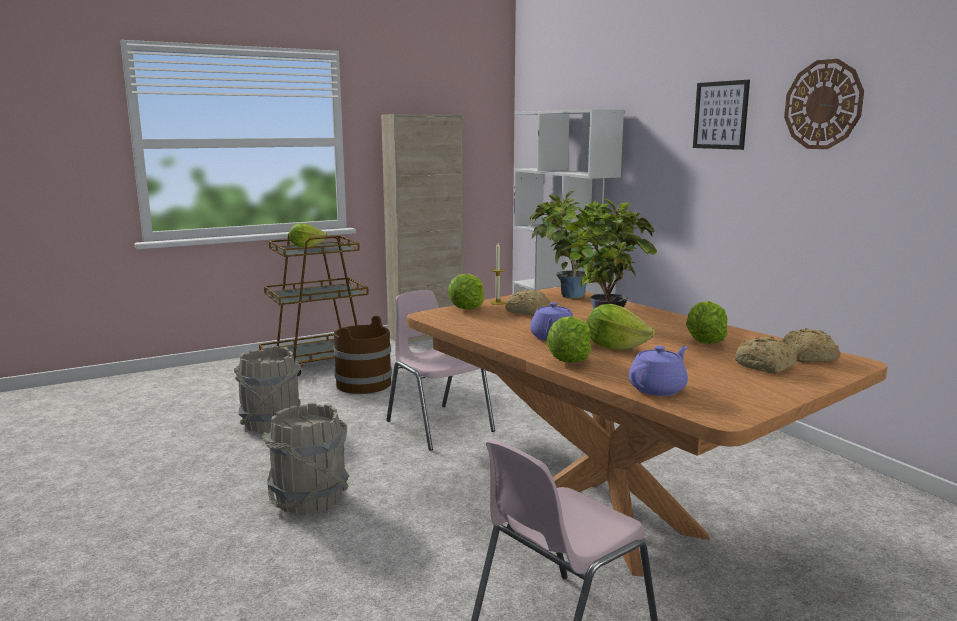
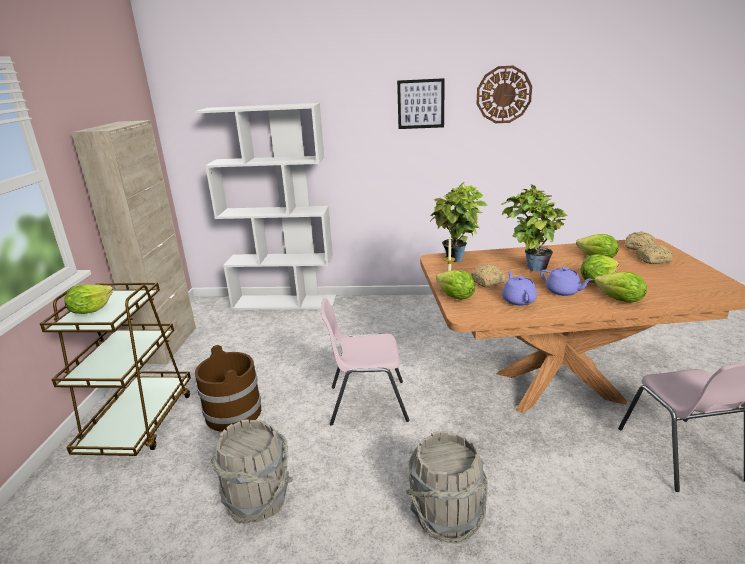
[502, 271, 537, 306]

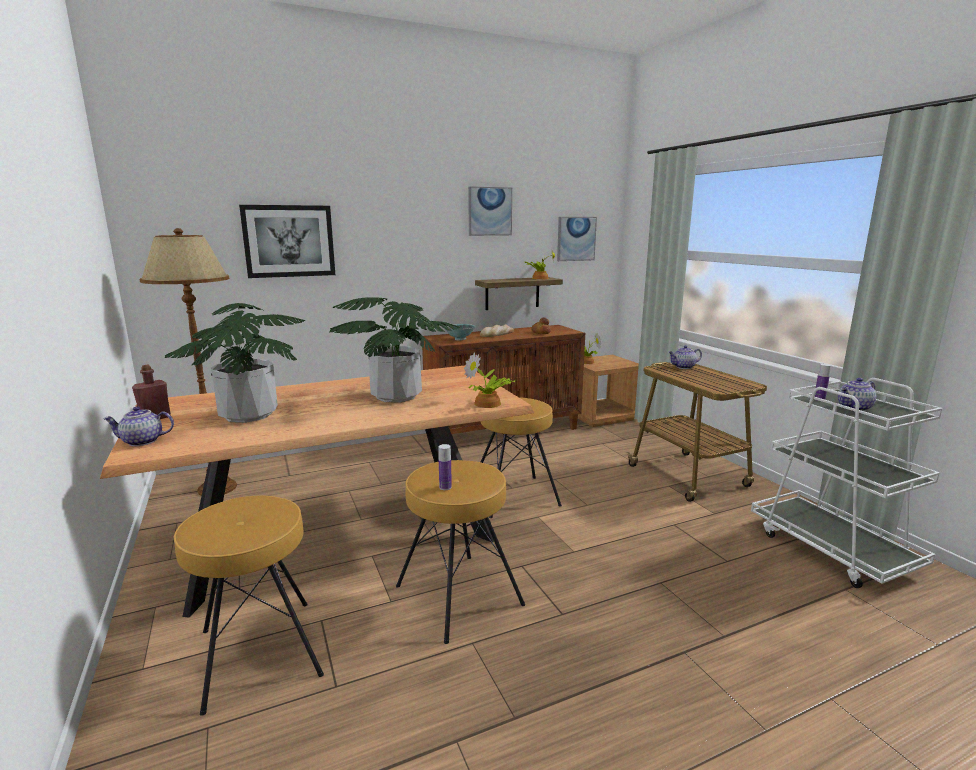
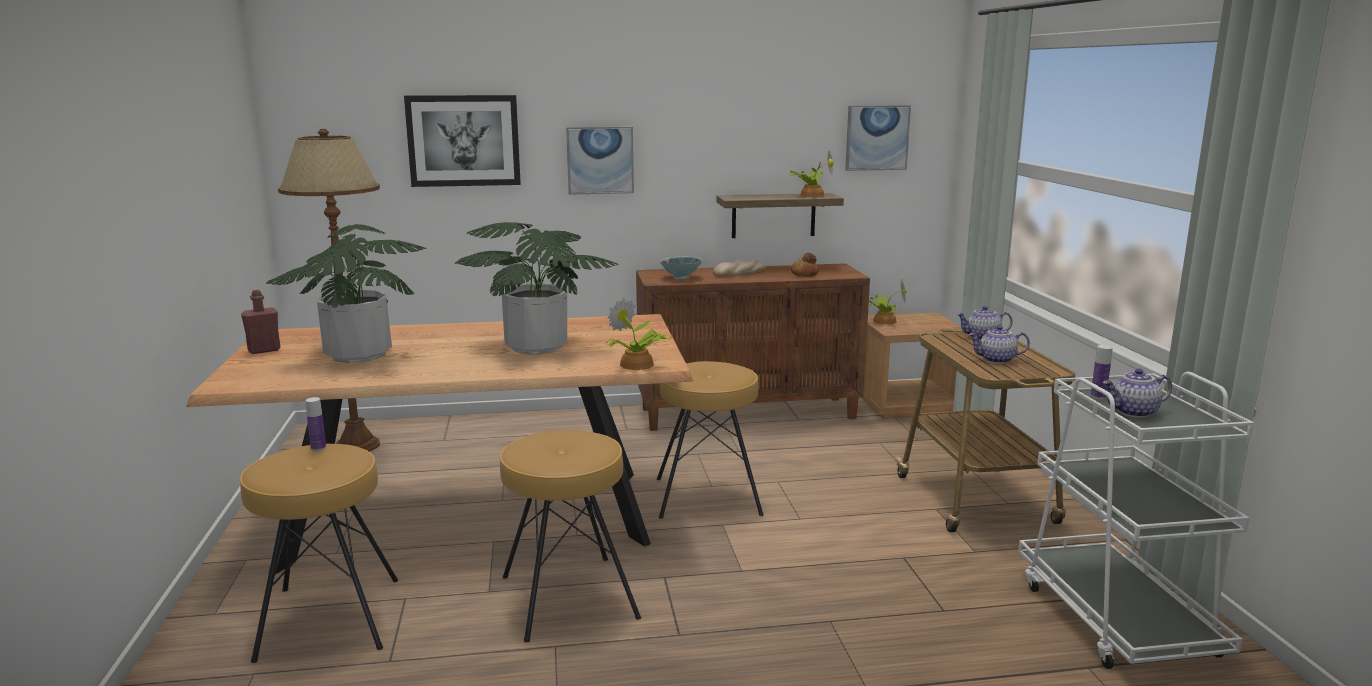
[566, 127, 634, 195]
[968, 325, 1030, 364]
[305, 397, 326, 451]

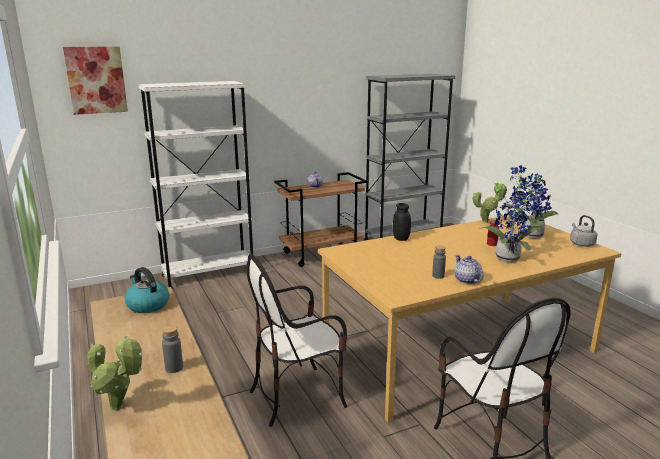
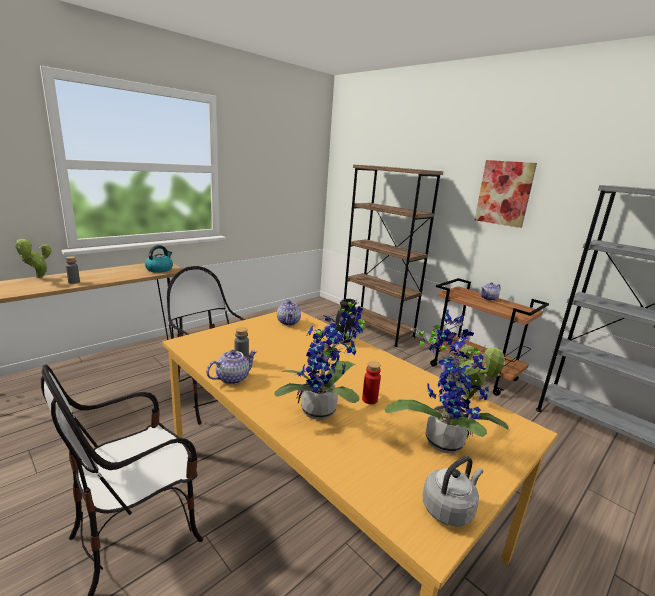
[475, 160, 537, 228]
[344, 165, 443, 347]
[277, 299, 301, 326]

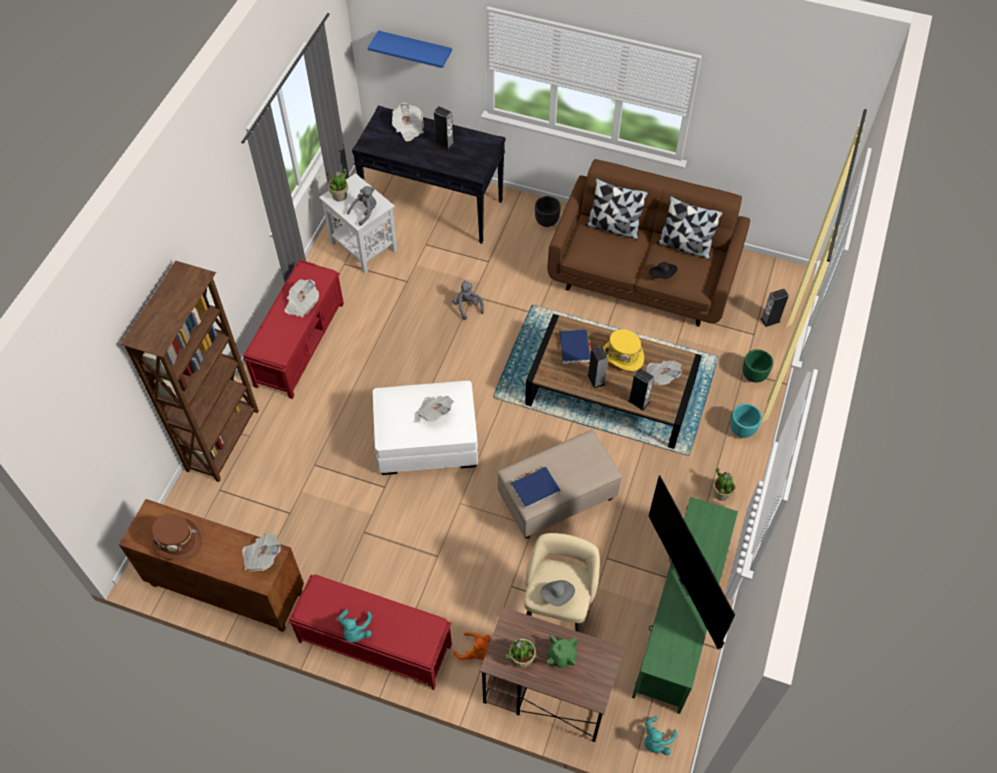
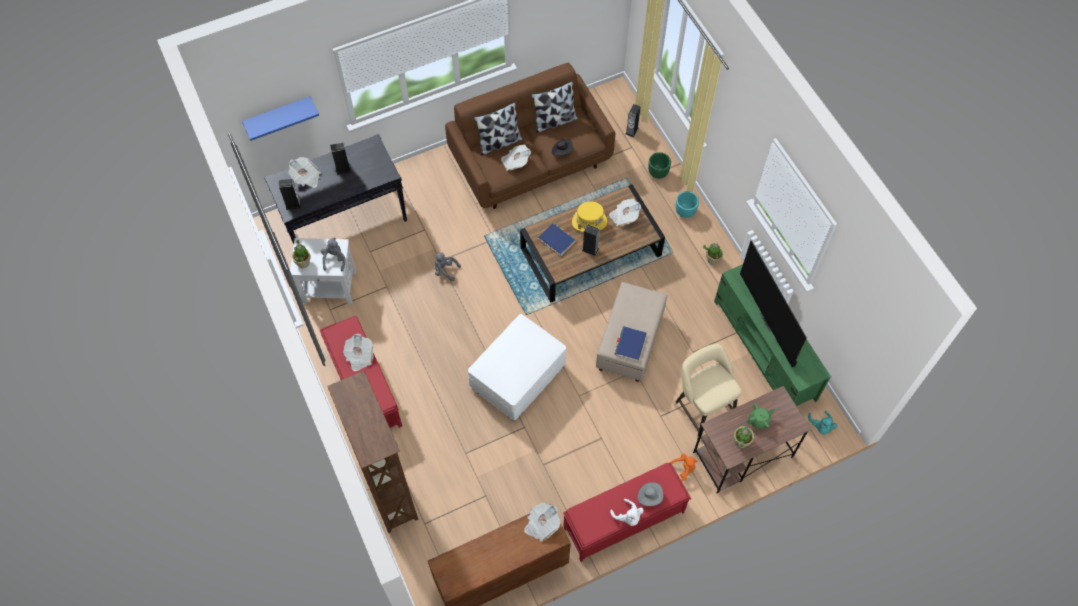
[535, 196, 561, 227] (first image)
[279, 179, 301, 210]
[501, 145, 531, 171]
[740, 240, 807, 367]
[152, 514, 202, 561] (first image)
[638, 483, 663, 506]
[610, 499, 644, 526]
[747, 403, 775, 429]

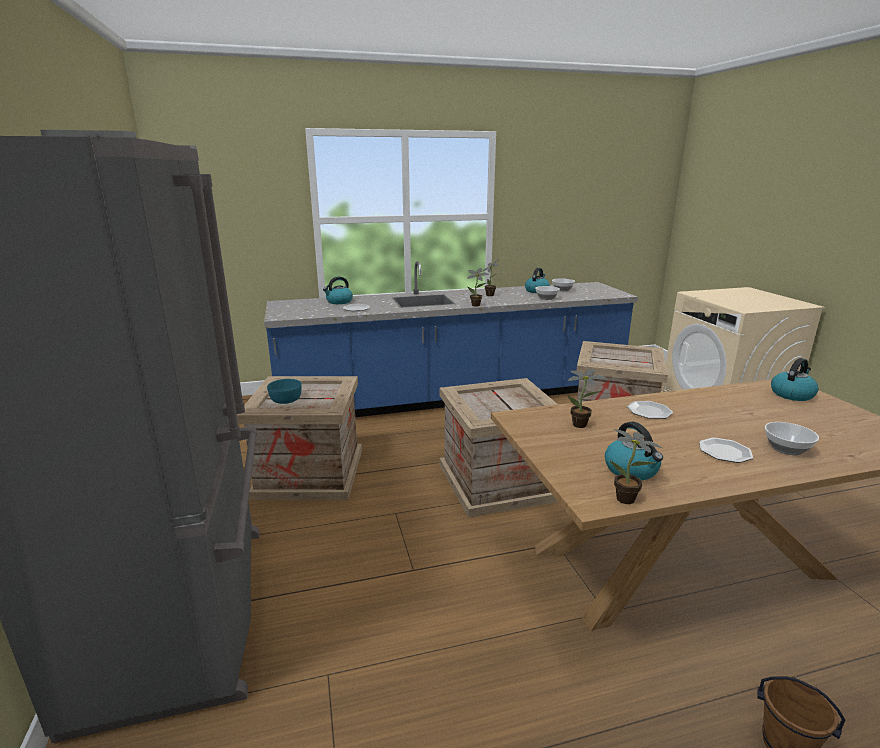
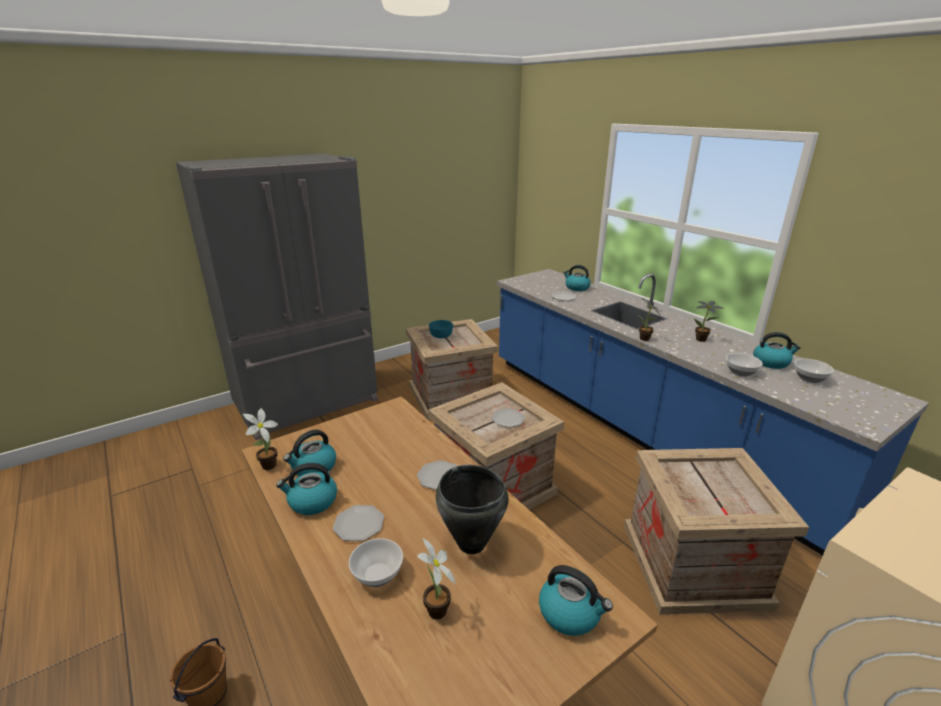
[417, 538, 456, 620]
[491, 408, 525, 428]
[276, 463, 337, 515]
[436, 465, 509, 554]

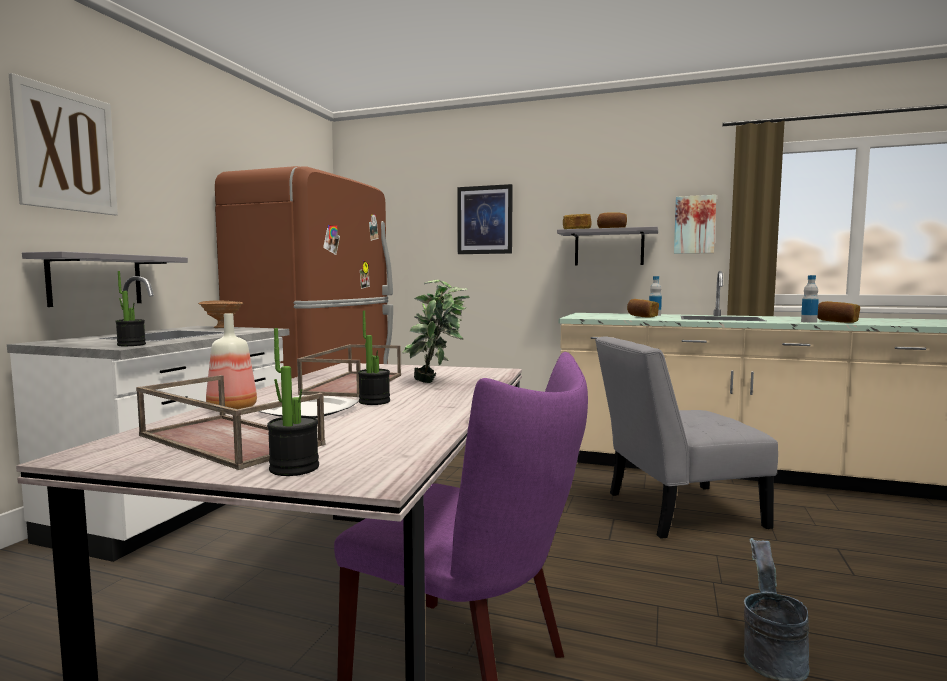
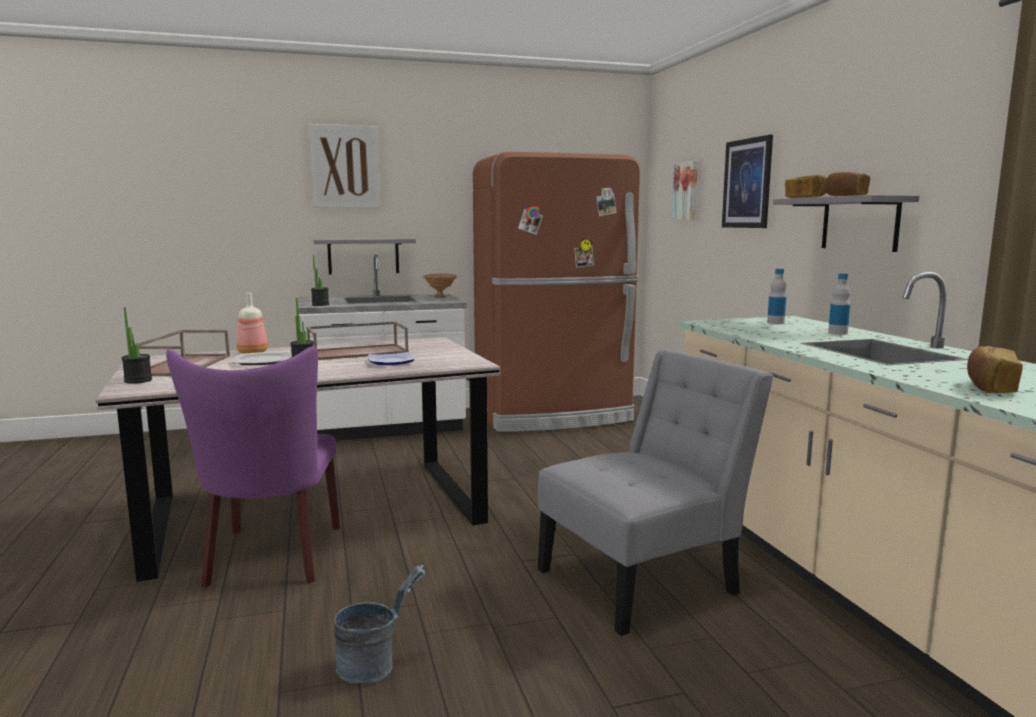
[672, 161, 698, 220]
[767, 269, 786, 324]
[368, 352, 415, 365]
[627, 299, 659, 317] (first image)
[538, 349, 774, 636]

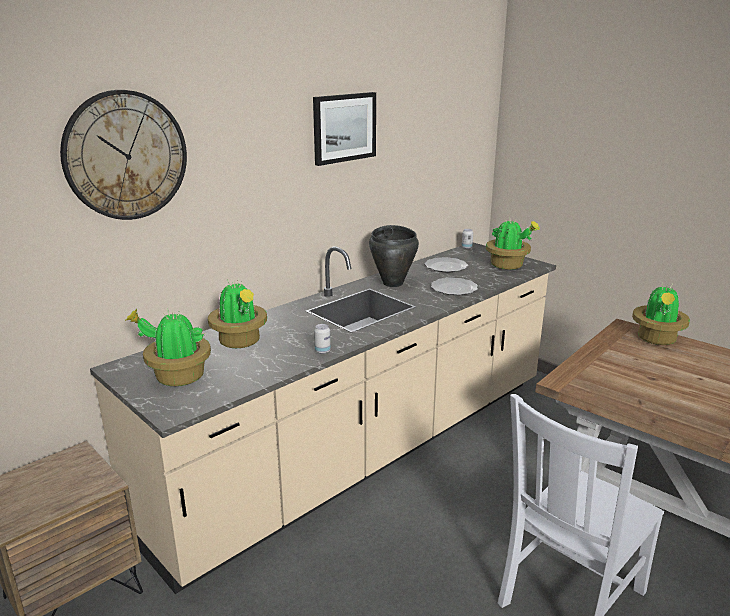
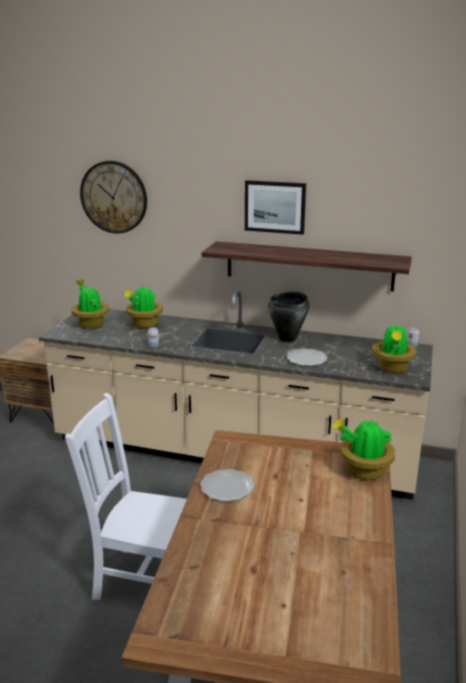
[200, 469, 254, 502]
[202, 241, 412, 291]

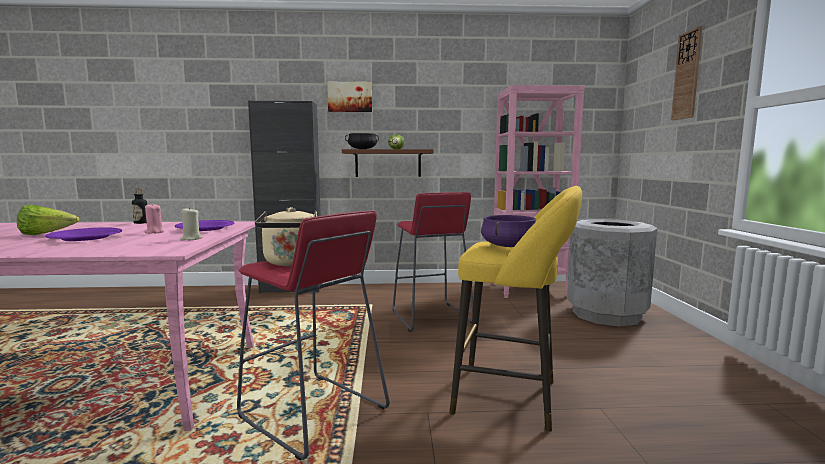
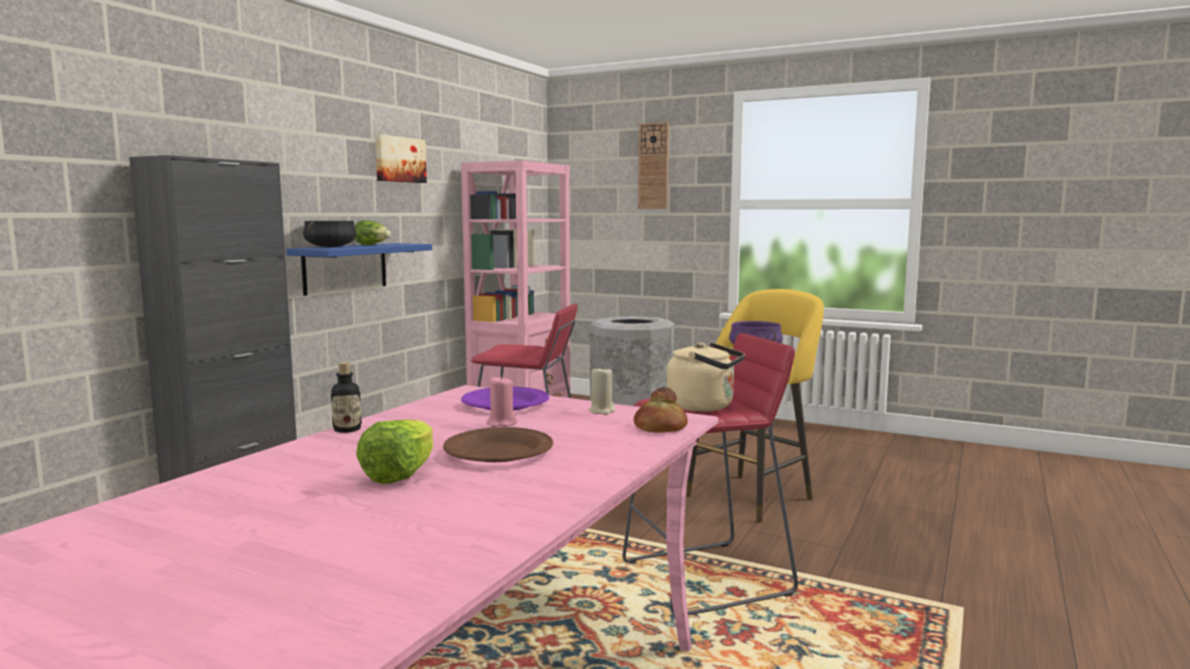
[375, 134, 427, 183]
[286, 243, 432, 296]
[443, 427, 553, 462]
[634, 387, 688, 433]

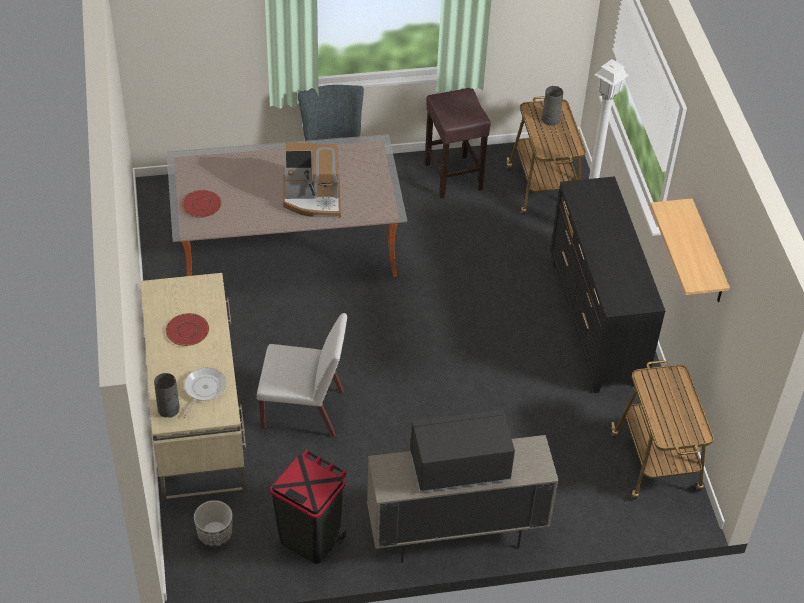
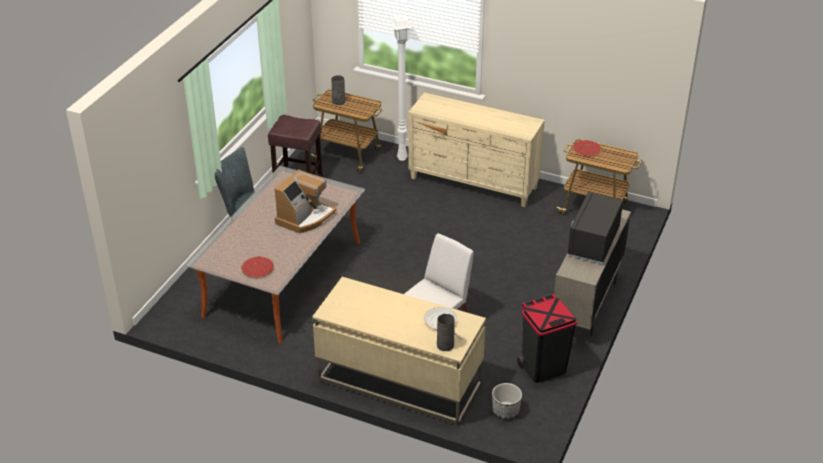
[408, 93, 545, 207]
[650, 198, 730, 302] (first image)
[573, 140, 601, 157]

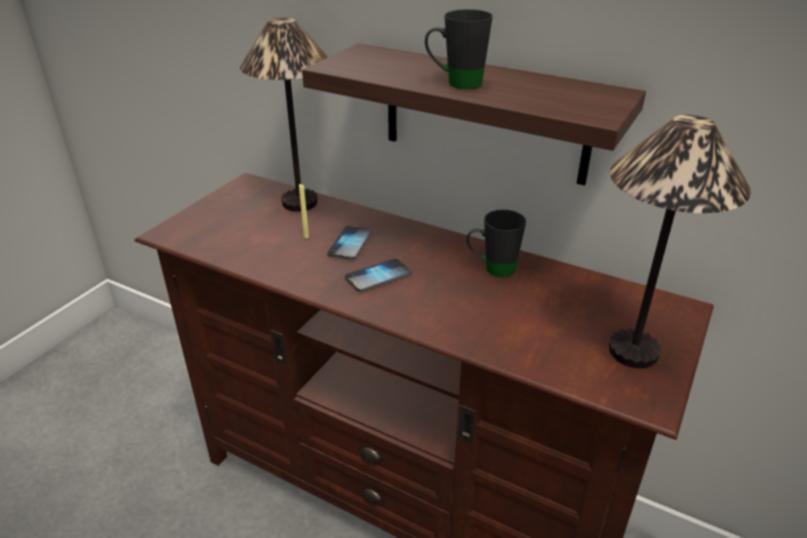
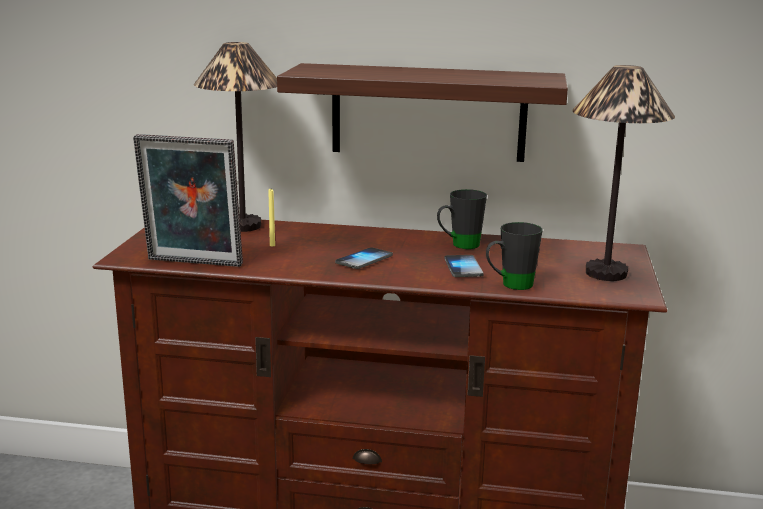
[486, 222, 543, 290]
[444, 255, 484, 277]
[133, 134, 243, 267]

